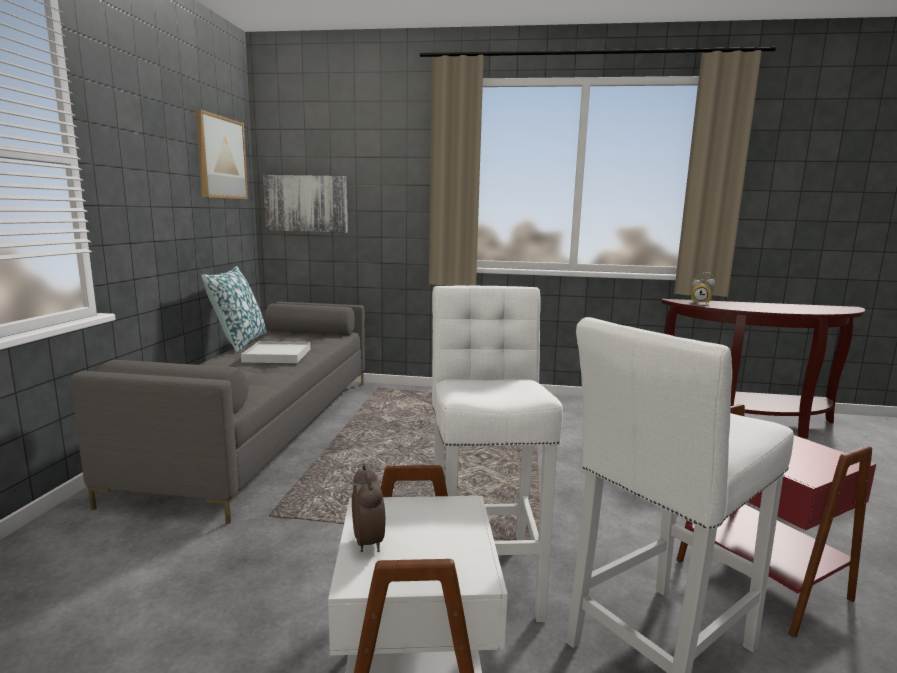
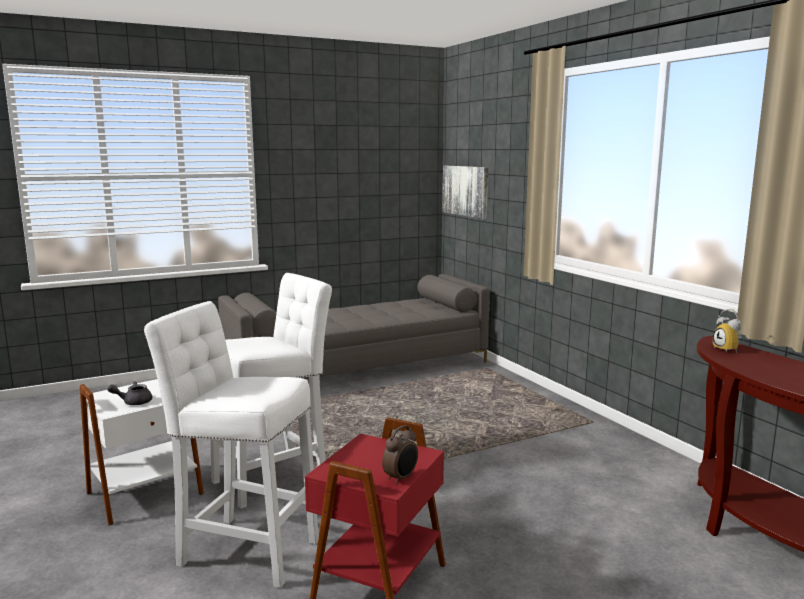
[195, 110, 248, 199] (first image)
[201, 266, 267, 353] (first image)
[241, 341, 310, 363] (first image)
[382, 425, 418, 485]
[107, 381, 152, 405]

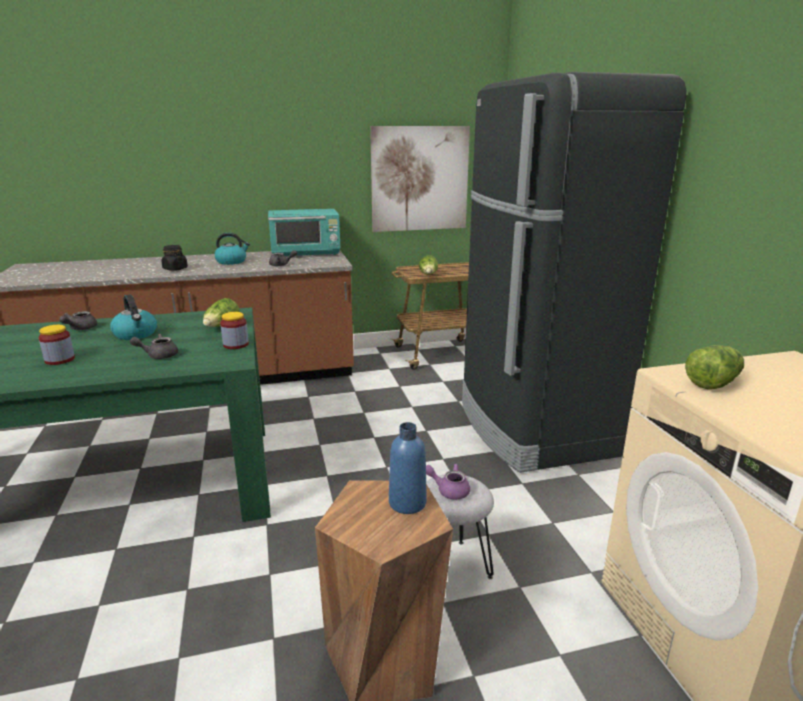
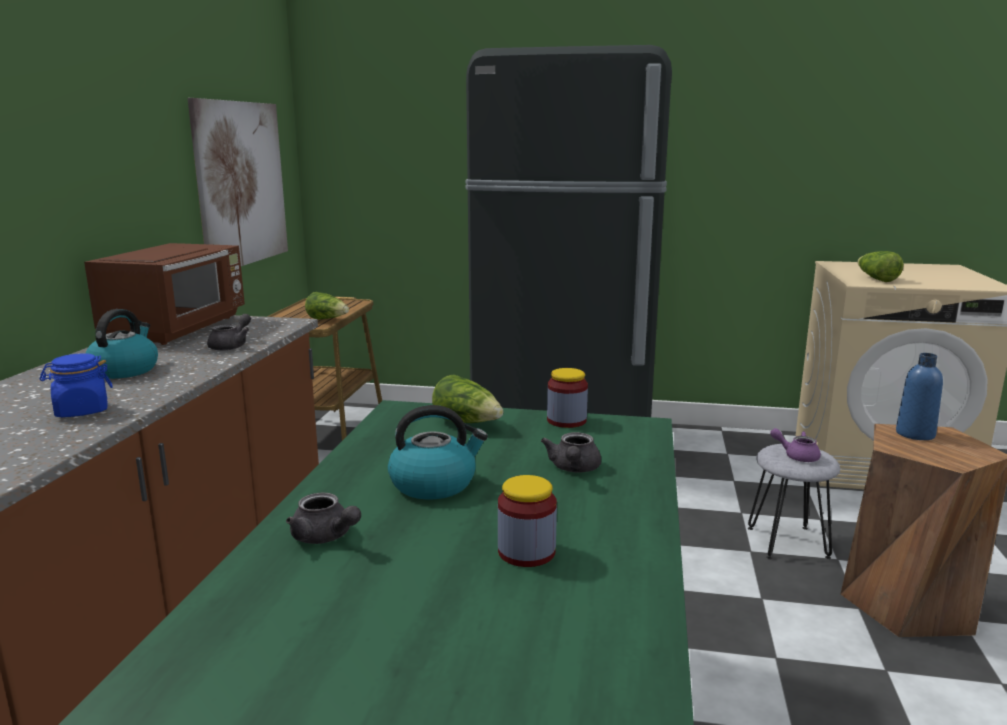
[84, 243, 245, 345]
[40, 353, 113, 417]
[770, 428, 821, 462]

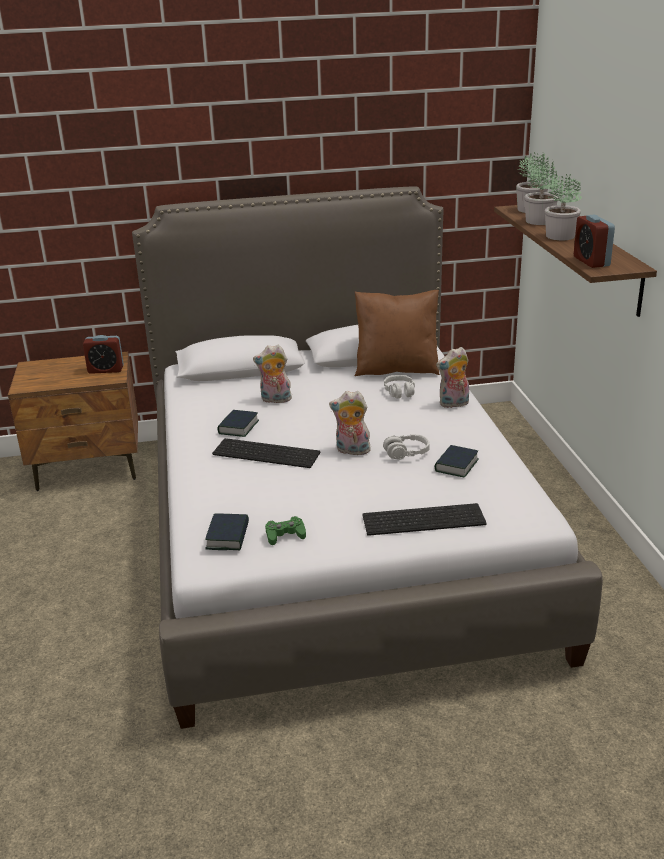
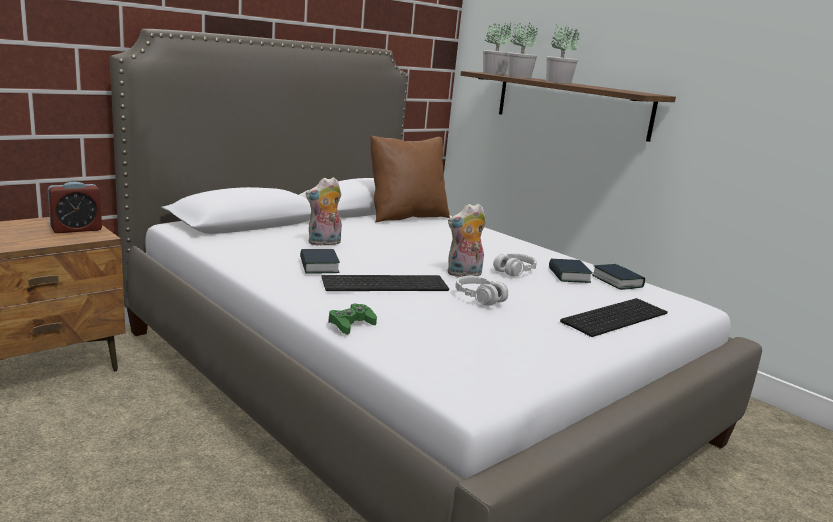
[574, 215, 615, 268] (first image)
[436, 347, 469, 408] (first image)
[455, 276, 508, 306]
[592, 264, 645, 290]
[328, 303, 377, 335]

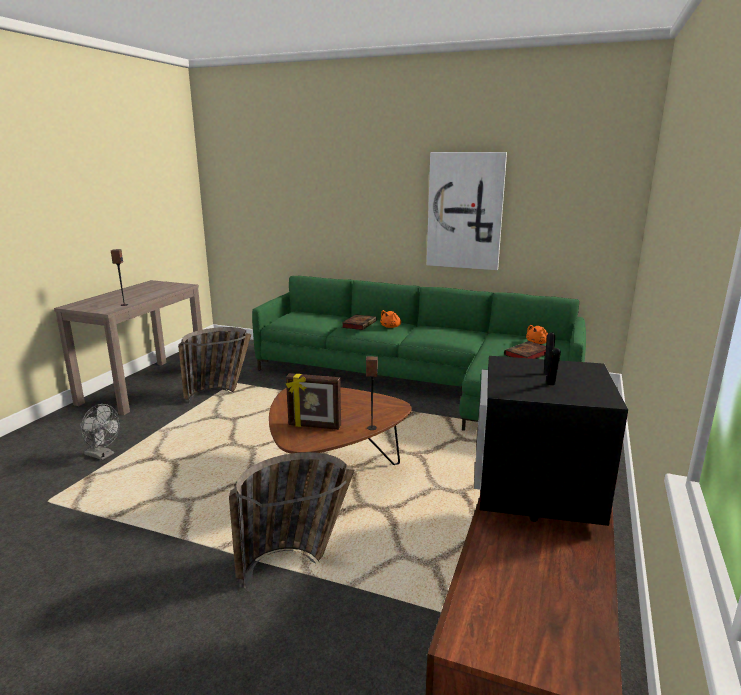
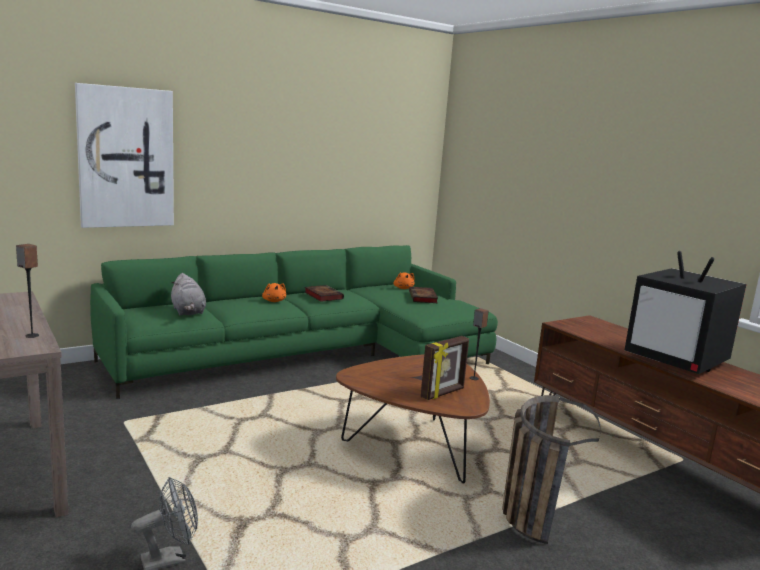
[75, 83, 174, 228]
[304, 285, 344, 302]
[178, 327, 251, 404] (first image)
[171, 273, 206, 316]

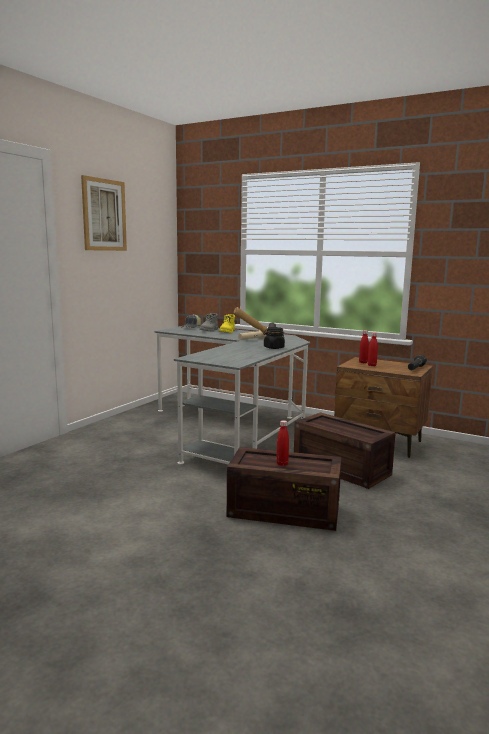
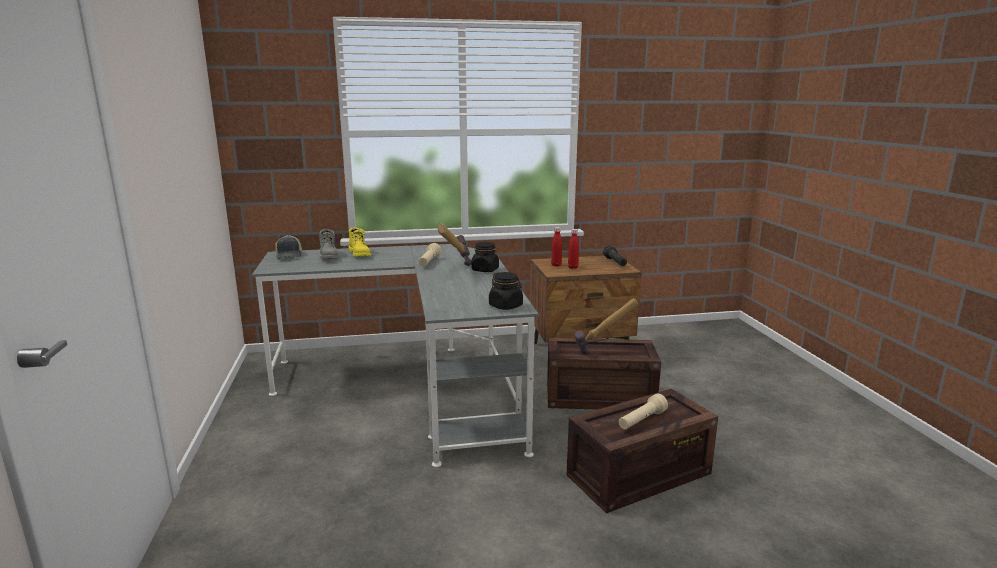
[81, 175, 127, 251] (first image)
[619, 394, 668, 430]
[489, 272, 523, 310]
[574, 298, 638, 352]

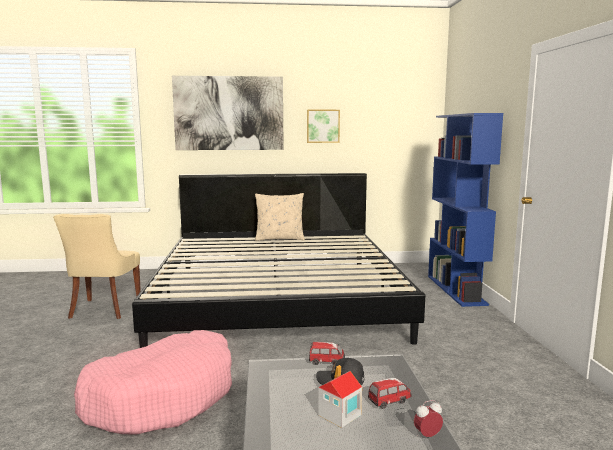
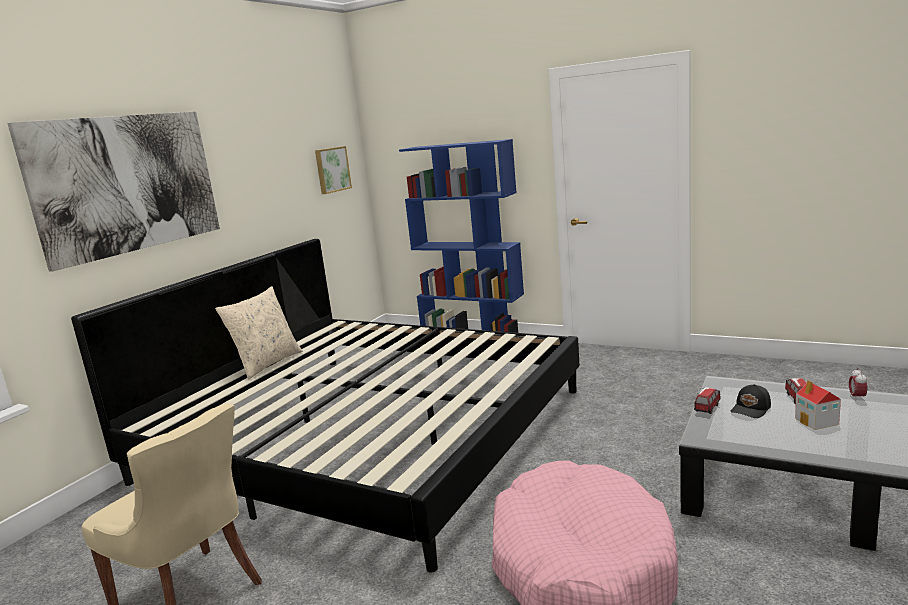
[315, 146, 352, 194]

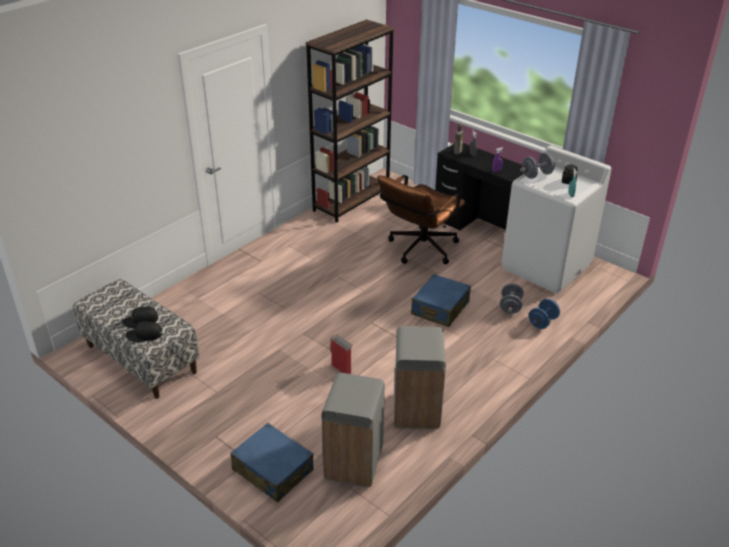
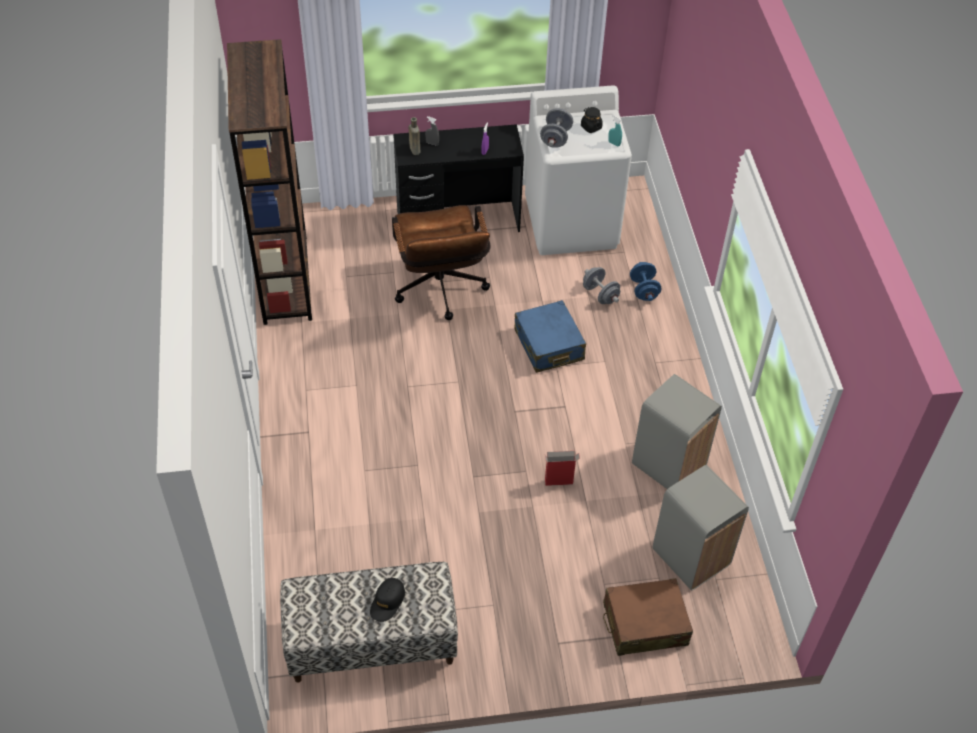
[125, 321, 162, 342] (first image)
[603, 578, 693, 656]

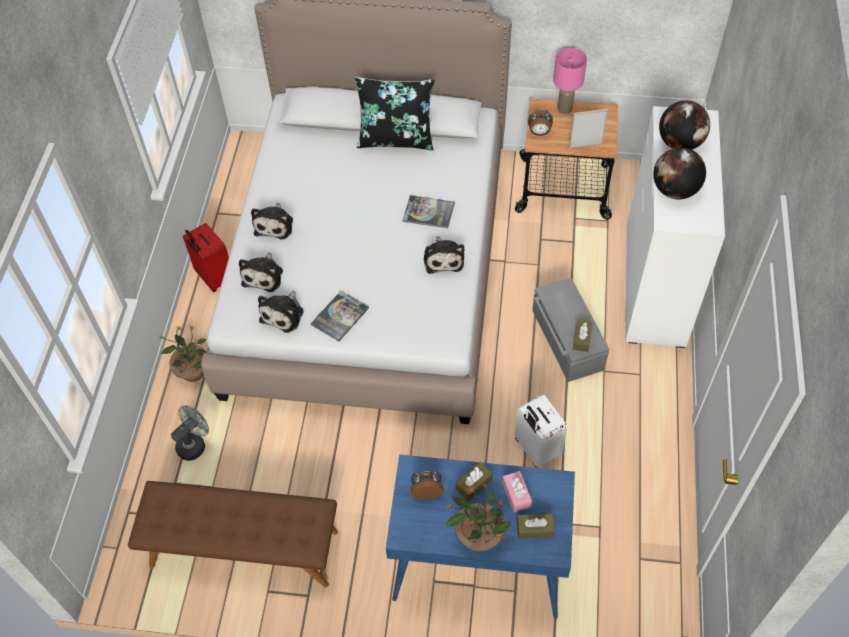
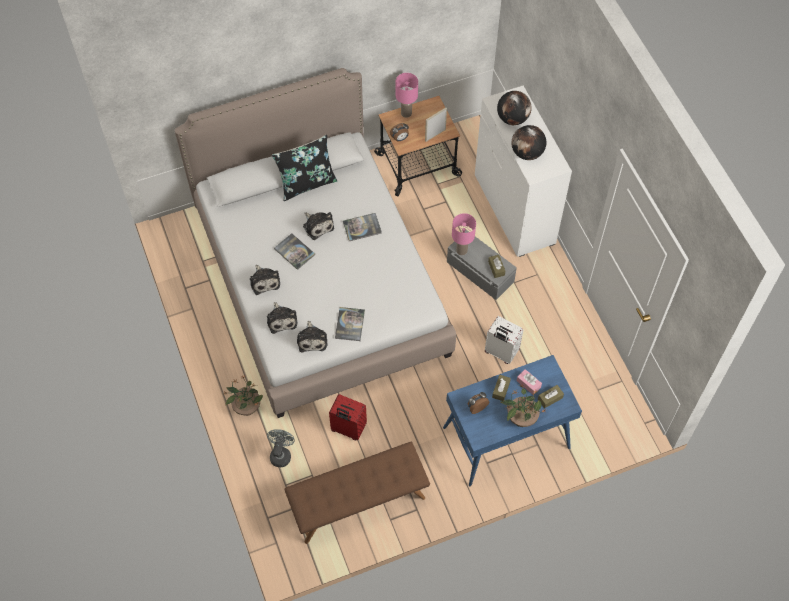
[329, 394, 367, 440]
[303, 212, 334, 240]
[452, 213, 476, 255]
[274, 233, 315, 270]

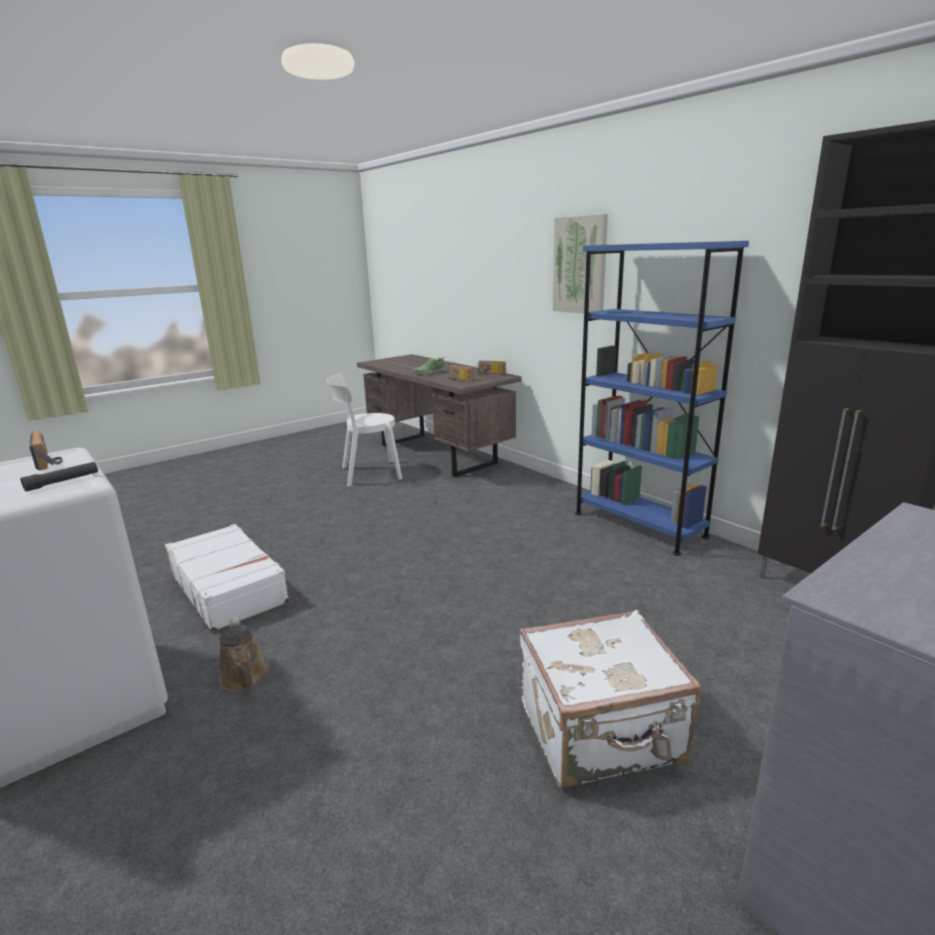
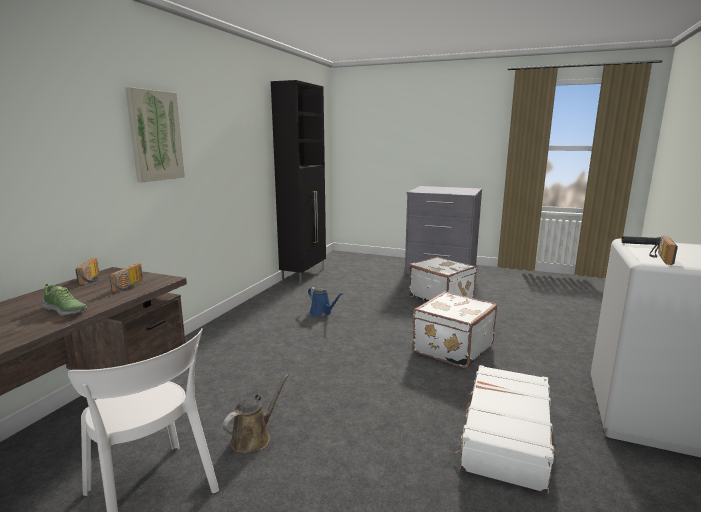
[575, 241, 749, 556] (first image)
[223, 374, 289, 453]
[308, 287, 343, 317]
[413, 291, 498, 368]

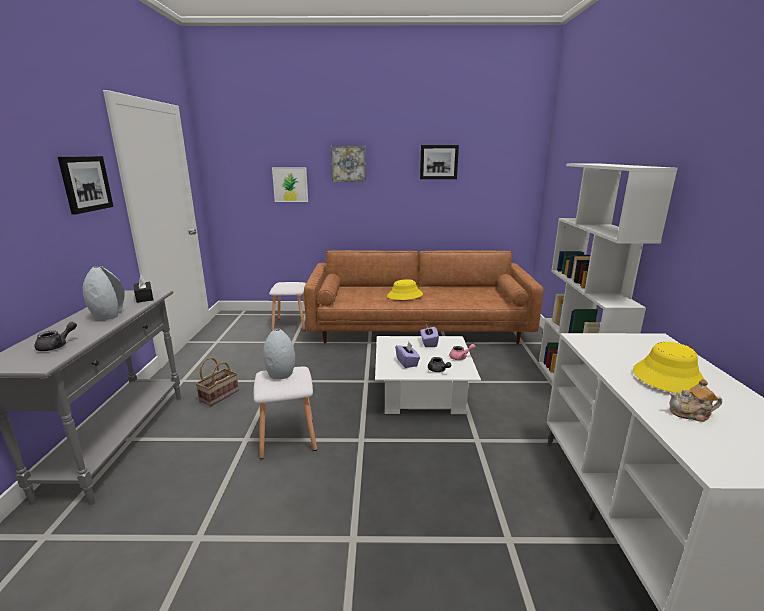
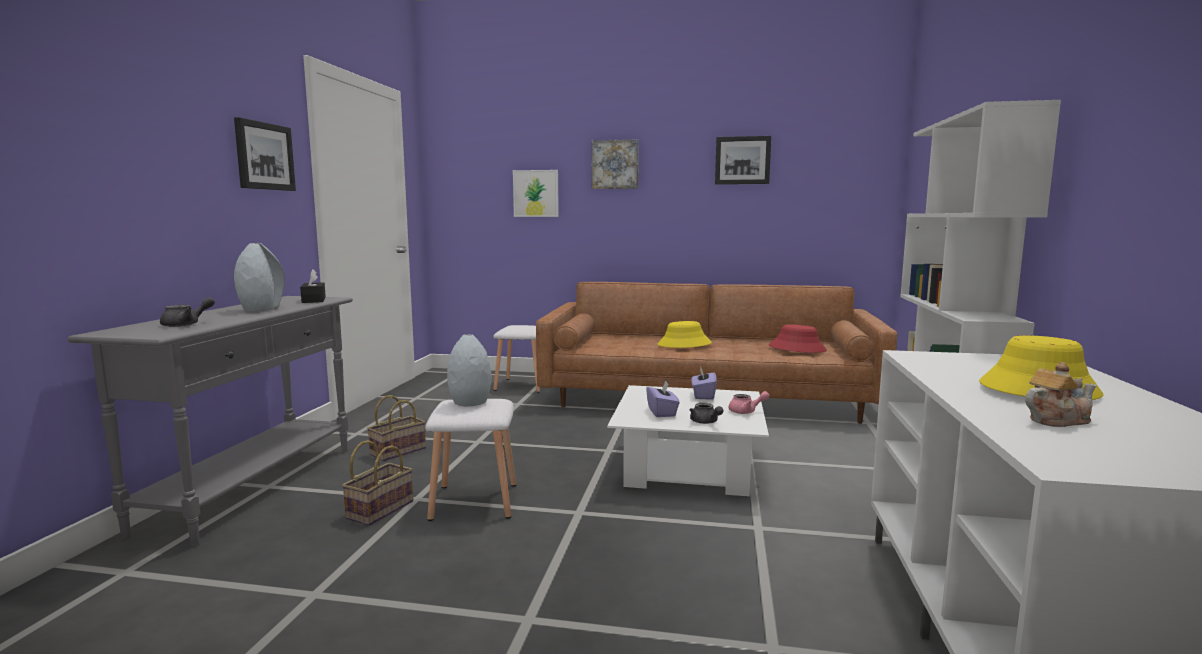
[1025, 362, 1097, 427]
[769, 324, 827, 353]
[342, 440, 413, 526]

